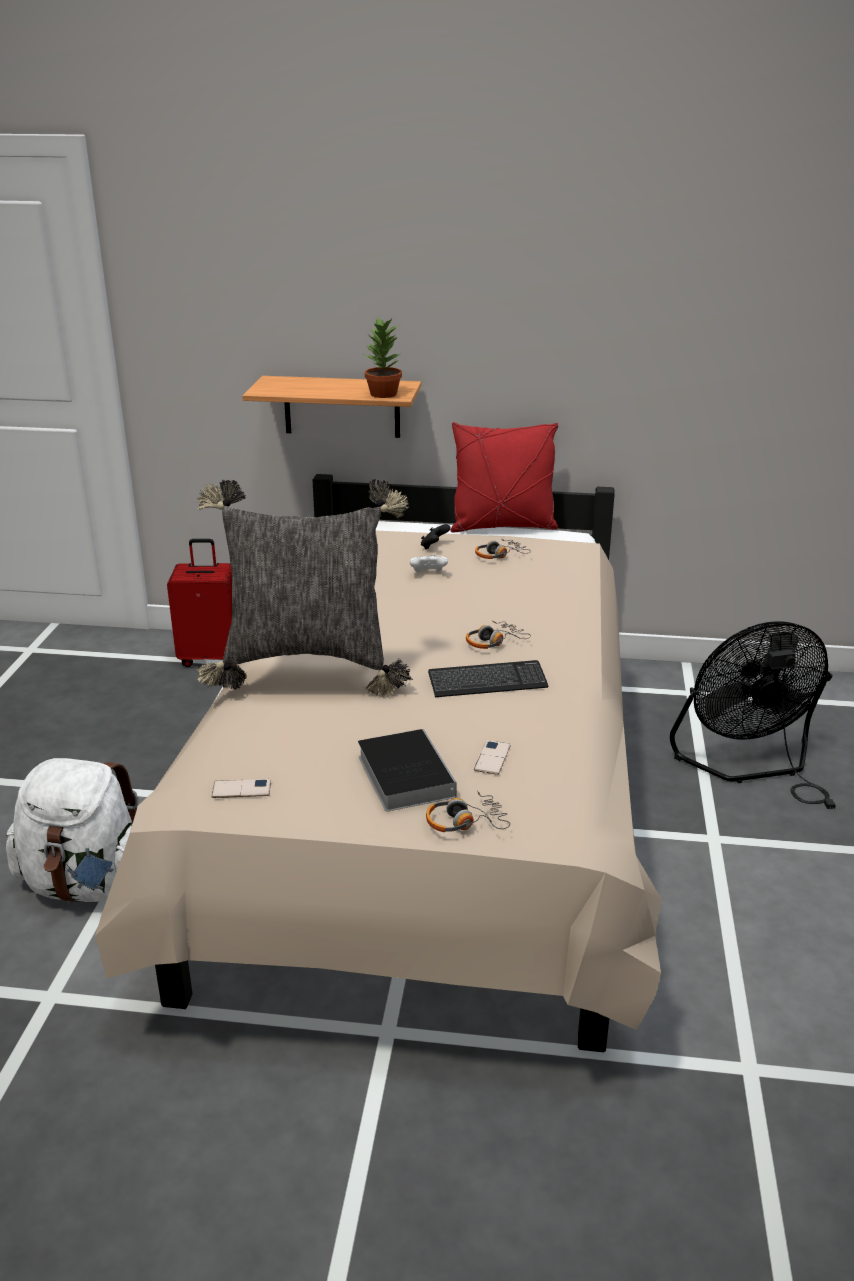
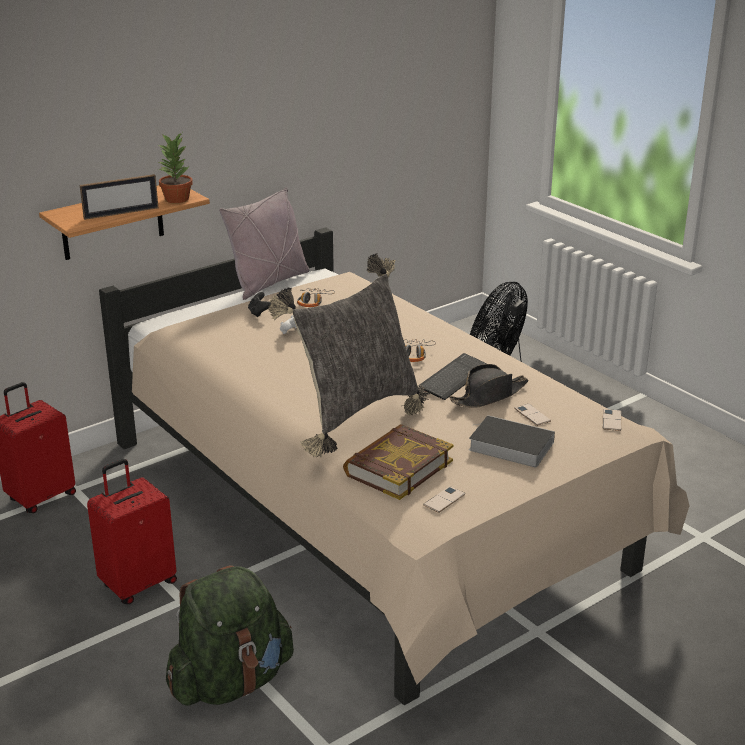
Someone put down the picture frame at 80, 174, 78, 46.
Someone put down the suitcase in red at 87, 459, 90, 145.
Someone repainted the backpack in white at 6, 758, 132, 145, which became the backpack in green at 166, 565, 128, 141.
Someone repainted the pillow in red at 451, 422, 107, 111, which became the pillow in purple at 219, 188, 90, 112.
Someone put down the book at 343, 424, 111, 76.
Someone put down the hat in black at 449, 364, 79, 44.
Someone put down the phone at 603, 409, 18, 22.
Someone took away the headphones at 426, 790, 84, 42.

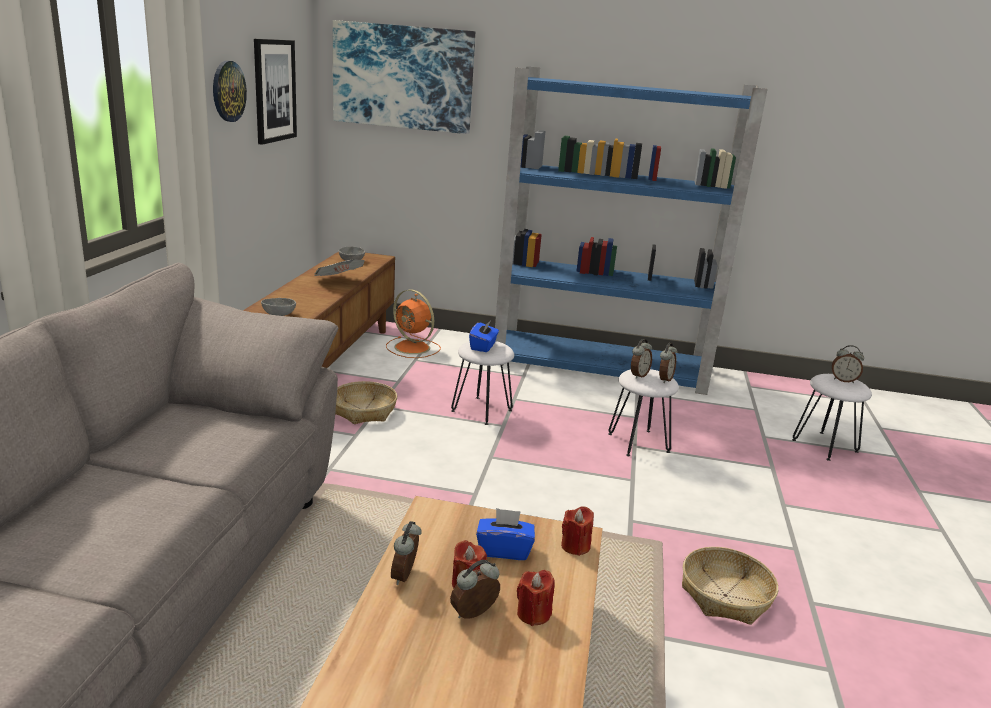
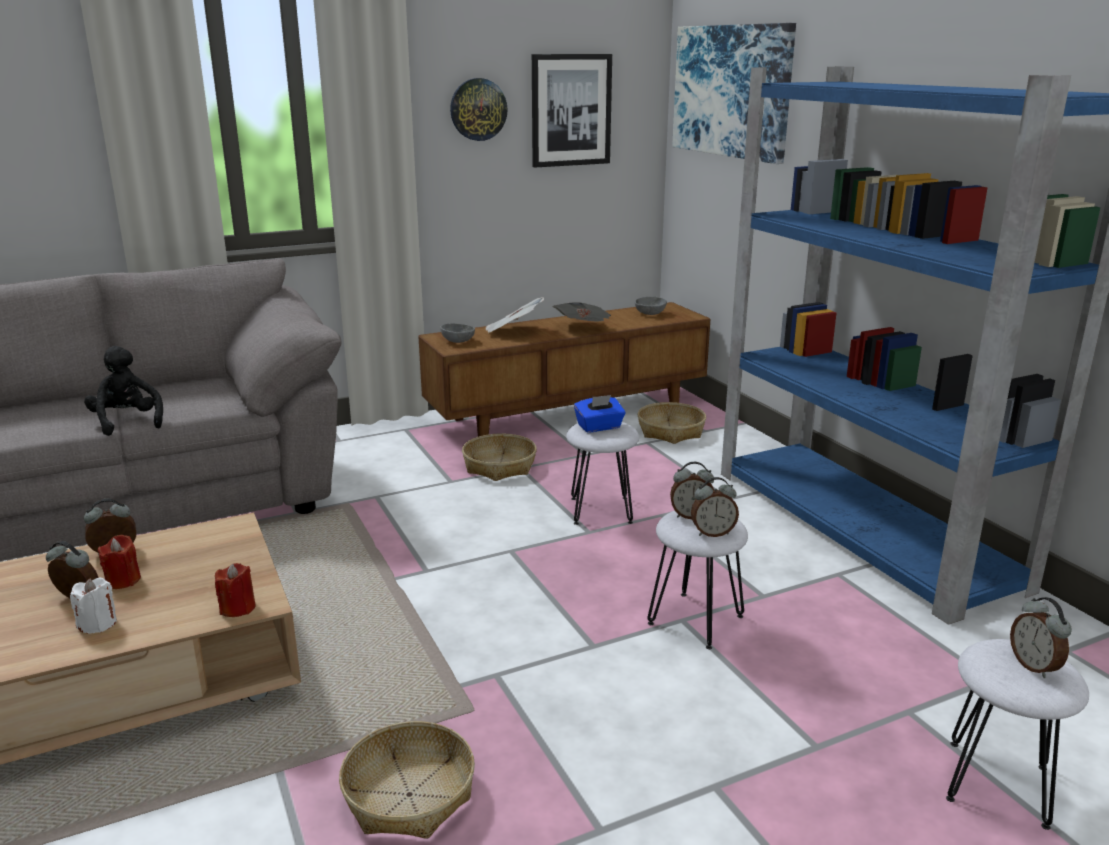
Someone repainted the candle in red at 517, 570, 38, 56, which became the candle in white at 70, 578, 47, 55.
Someone put down the plush toy in black at 84, 346, 79, 90.
Someone put down the newspaper at 485, 297, 59, 36.
Someone swapped the fan in orange at 386, 289, 55, 69 for the basket at 638, 402, 68, 42.
Someone took away the tissue box in blue at 476, 508, 59, 52.

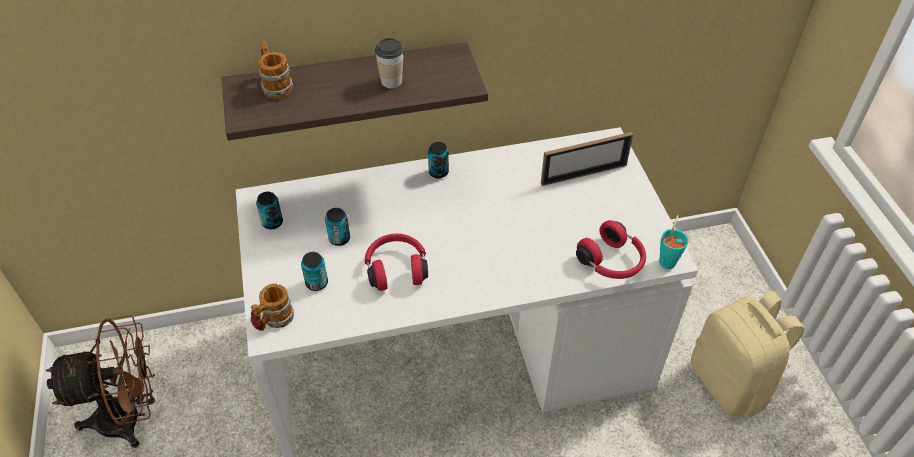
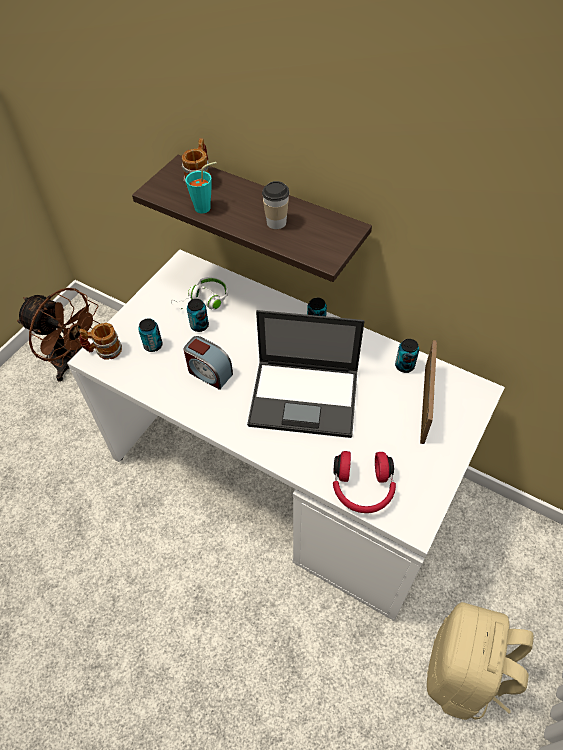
Someone put down the headphones in white at 171, 277, 57, 33.
Someone swapped the headphones in red at 365, 234, 63, 57 for the alarm clock at 184, 336, 49, 54.
Someone carried the cup in turquoise from 659, 215, 30, 54 to 185, 162, 32, 51.
Someone put down the laptop at 247, 310, 118, 128.
Someone carried the can from 256, 192, 27, 37 to 395, 339, 24, 34.
Someone rotated the picture frame at 541, 132, 92, 54 by 105 degrees counterclockwise.

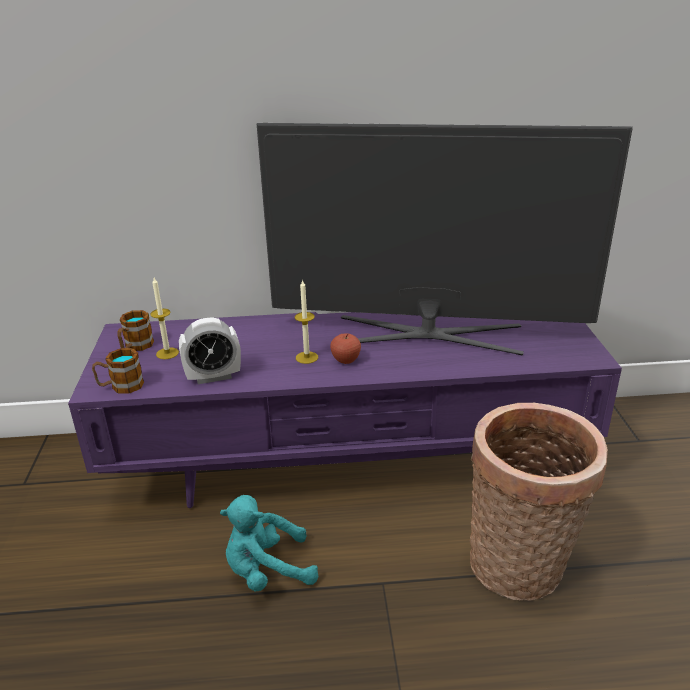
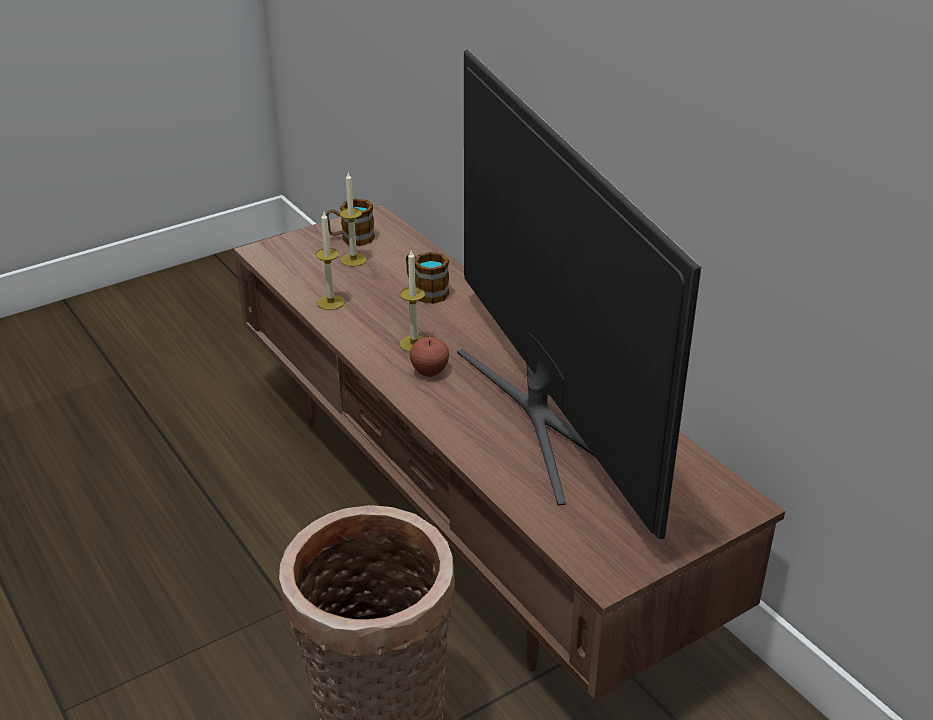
Someone repainted the tv stand in purple at 68, 312, 554, 196, which became the tv stand in brown at 234, 204, 551, 496.
Someone swapped the alarm clock at 179, 317, 62, 67 for the candle at 315, 212, 30, 98.
Someone carried the mug from 92, 348, 52, 45 to 406, 252, 43, 52.
Someone took away the plush toy in turquoise at 220, 495, 99, 96.

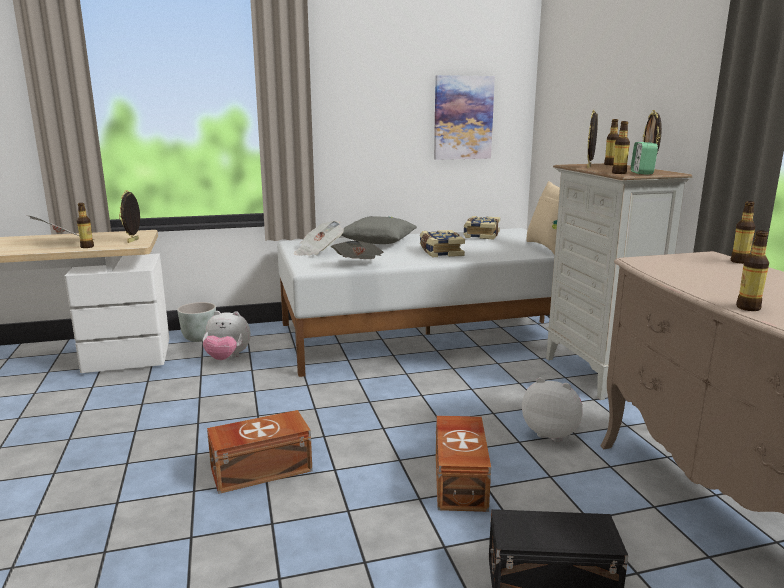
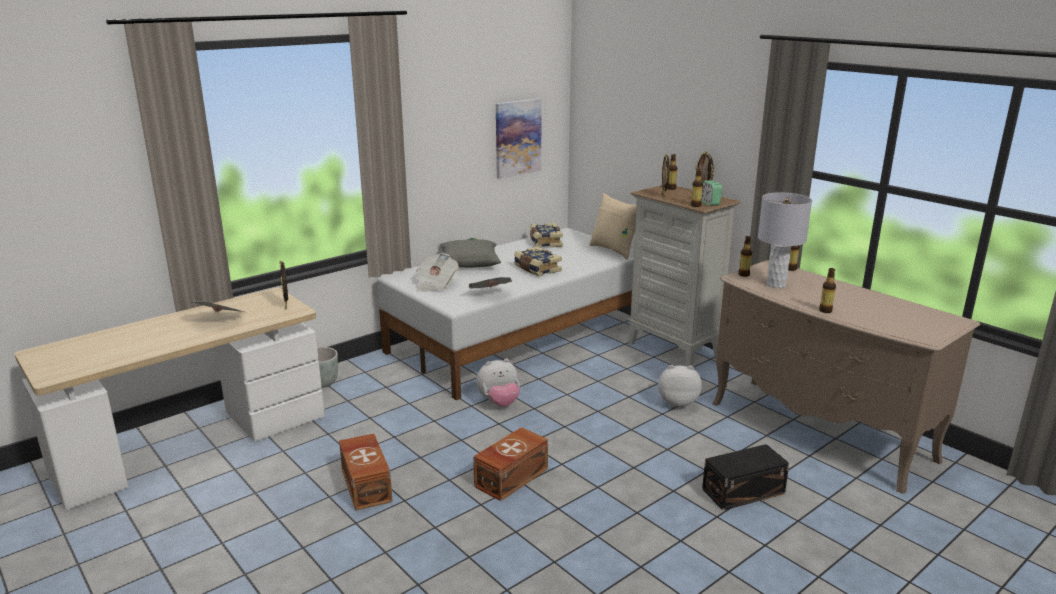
Someone carried the storage box in brown from 436, 416, 55, 96 to 339, 434, 54, 77.
Someone carried the plush toy from 203, 311, 48, 49 to 477, 358, 43, 49.
Someone carried the bottle from 77, 203, 17, 45 to 738, 236, 14, 41.
Someone put down the table lamp in grey at 758, 192, 54, 96.

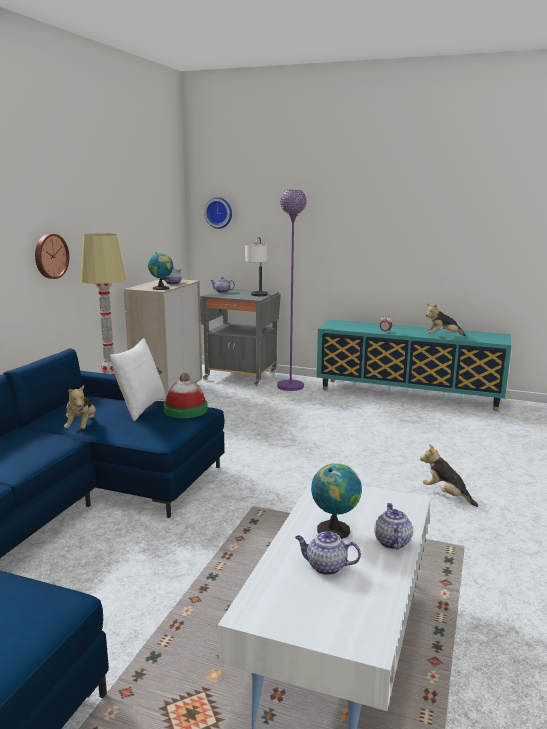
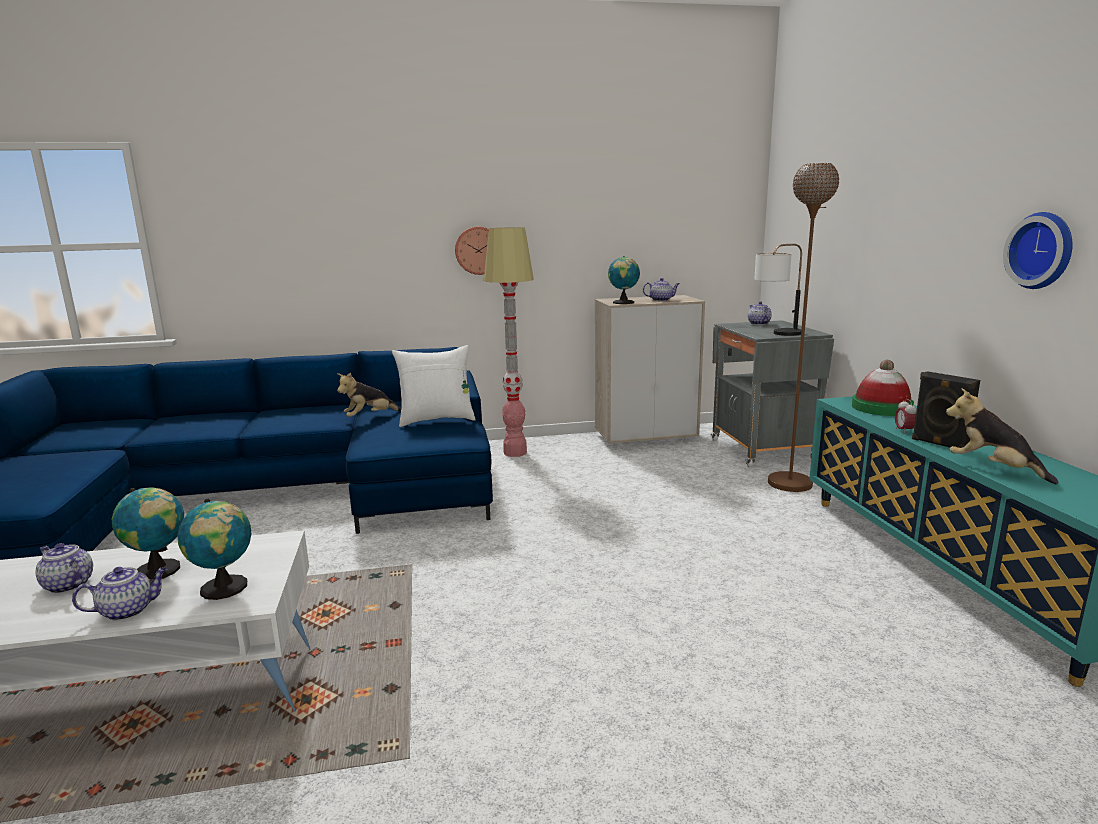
Someone rotated the teapot at 295, 531, 66, 44 by 45 degrees counterclockwise.
Someone put down the globe at 178, 498, 73, 102.
Someone repainted the floor lamp in purple at 277, 190, 29, 201, which became the floor lamp in brown at 768, 163, 71, 329.
Someone carried the hat from 164, 373, 44, 45 to 852, 360, 62, 56.
Someone put down the speaker in black at 912, 371, 68, 77.
Someone carried the wall clock from 204, 197, 28, 32 to 1003, 212, 70, 77.
Someone took away the plush toy at 420, 444, 58, 63.

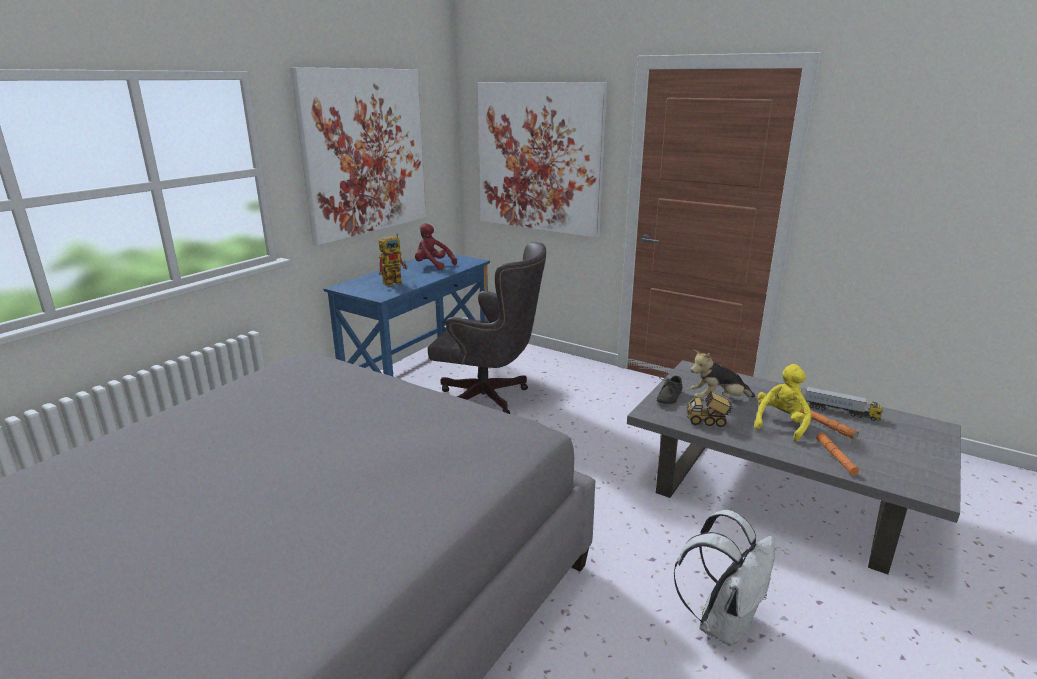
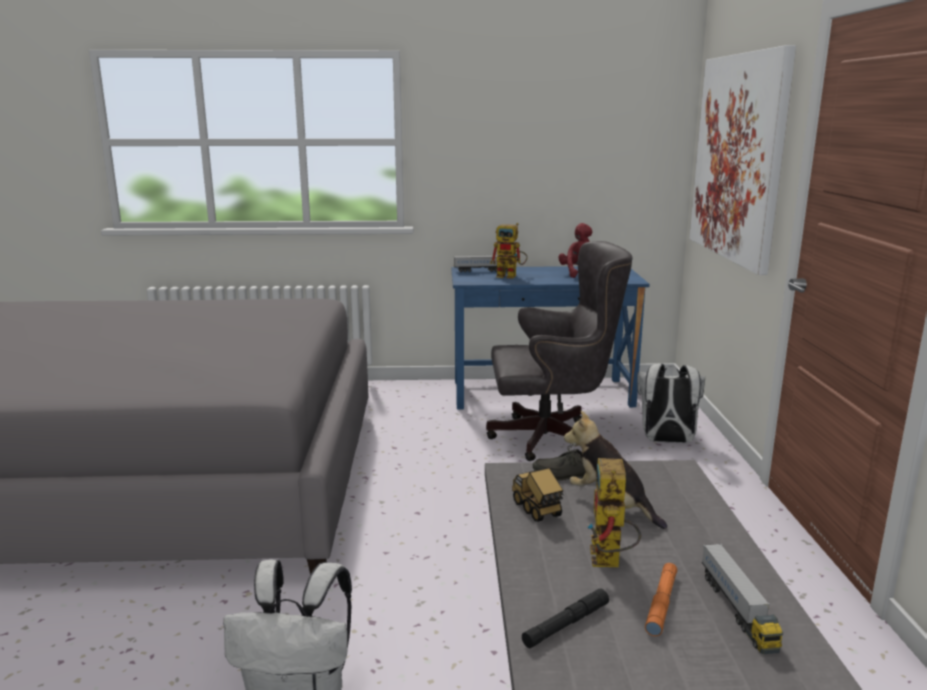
Someone put down the toy truck at 454, 256, 54, 16.
Someone rotated the office chair in grey at 428, 242, 118, 172 by 75 degrees counterclockwise.
Someone repainted the flashlight in orange at 816, 433, 43, 42, which became the flashlight in black at 522, 588, 87, 60.
Someone swapped the plush toy in yellow at 754, 364, 58, 77 for the toy robot at 587, 458, 54, 109.
Someone put down the backpack in white at 637, 363, 68, 80.
Someone took away the picture at 291, 67, 135, 178.

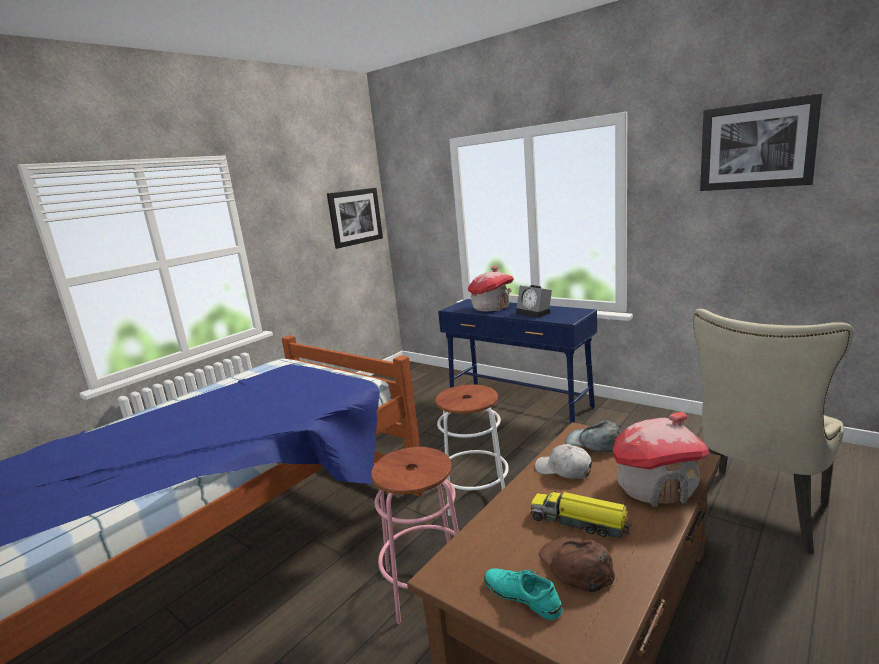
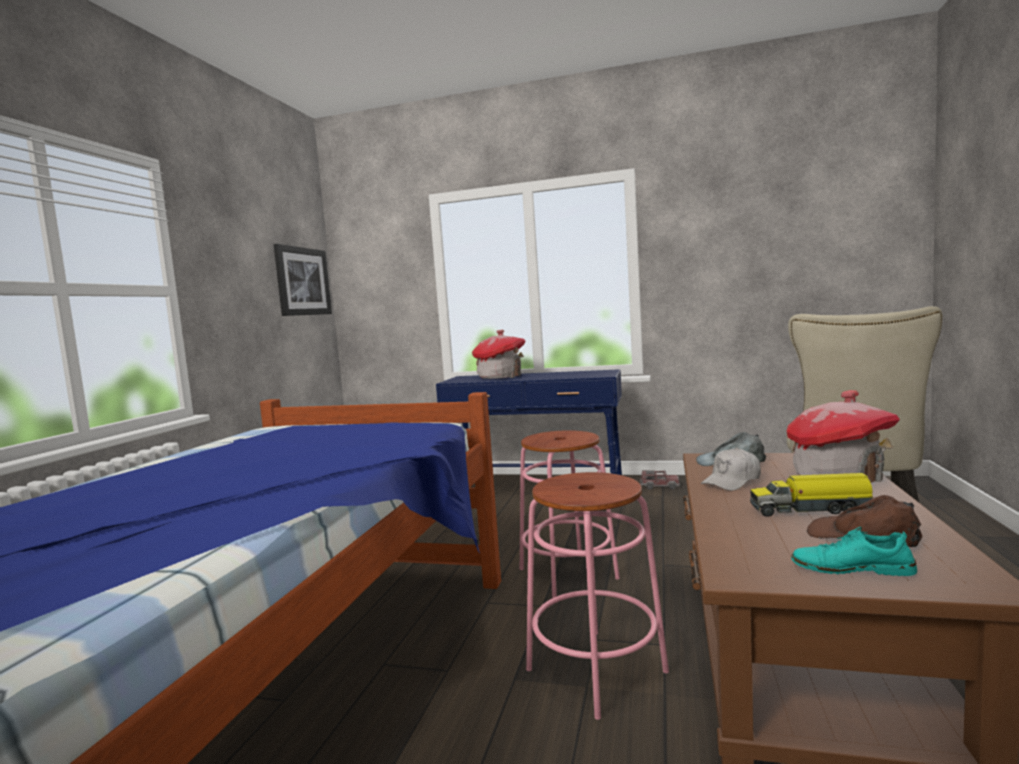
Someone repainted the stool in white at 435, 385, 74, 131, which became the stool in pink at 520, 430, 100, 168.
Someone put down the toy truck at 640, 470, 40, 19.
Someone rotated the cap in white at 535, 444, 57, 35 by 45 degrees counterclockwise.
Someone took away the alarm clock at 516, 285, 36, 33.
Someone took away the picture at 700, 93, 122, 98.

